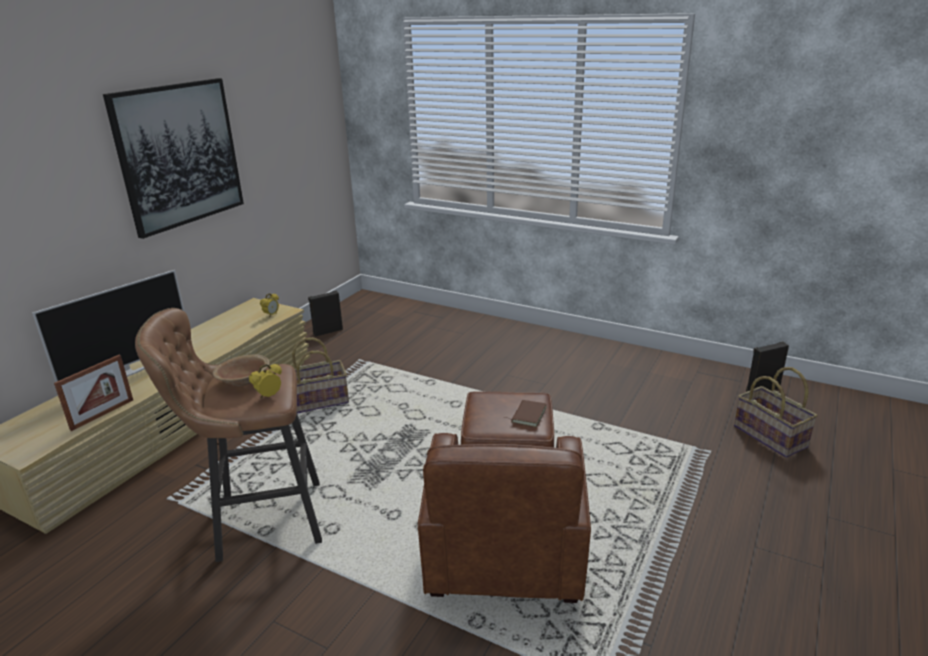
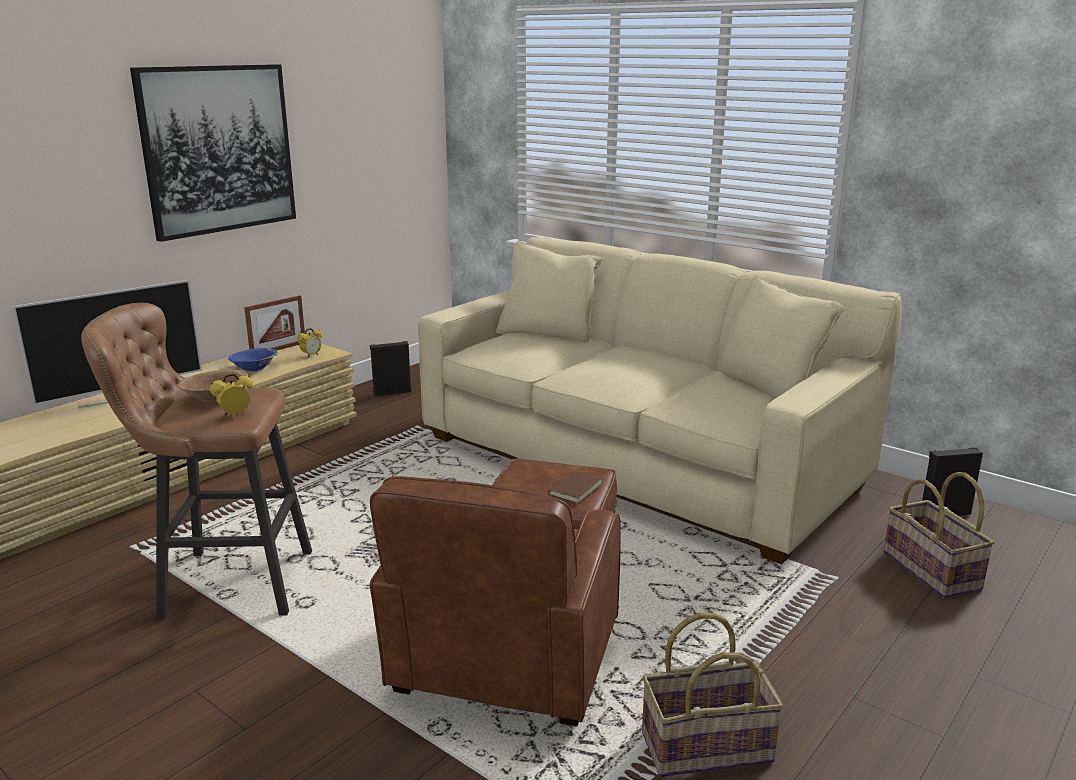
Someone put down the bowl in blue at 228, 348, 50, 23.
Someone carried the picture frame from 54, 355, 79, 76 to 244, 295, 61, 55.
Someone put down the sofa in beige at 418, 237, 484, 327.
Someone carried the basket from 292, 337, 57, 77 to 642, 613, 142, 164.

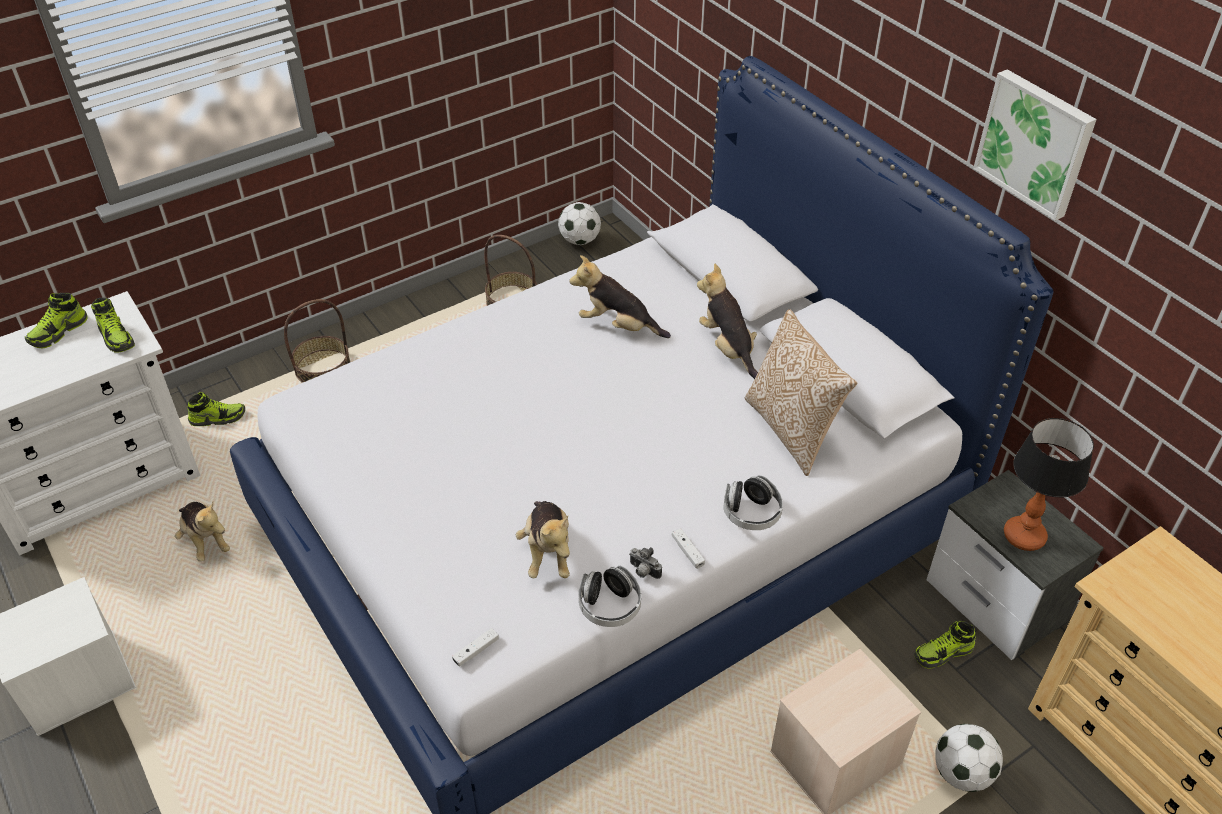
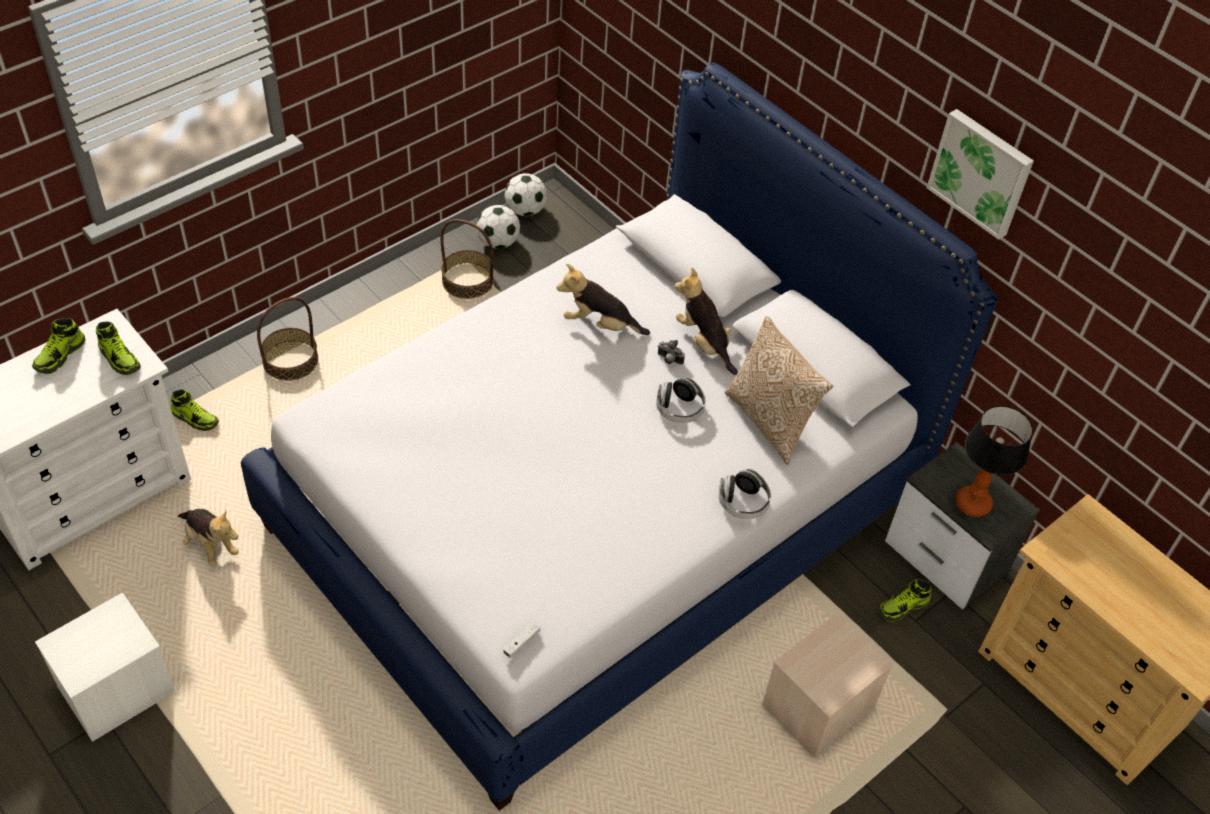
Someone rotated the shoe at 188, 392, 57, 34 by 45 degrees clockwise.
Someone carried the football from 935, 724, 68, 68 to 477, 205, 43, 44.
Someone carried the headphones from 579, 566, 62, 61 to 656, 377, 50, 46.
Someone carried the photo camera from 629, 547, 33, 32 to 658, 340, 27, 25.
Someone took away the plush toy at 516, 501, 54, 78.
Someone took away the game controller in white at 671, 528, 34, 41.

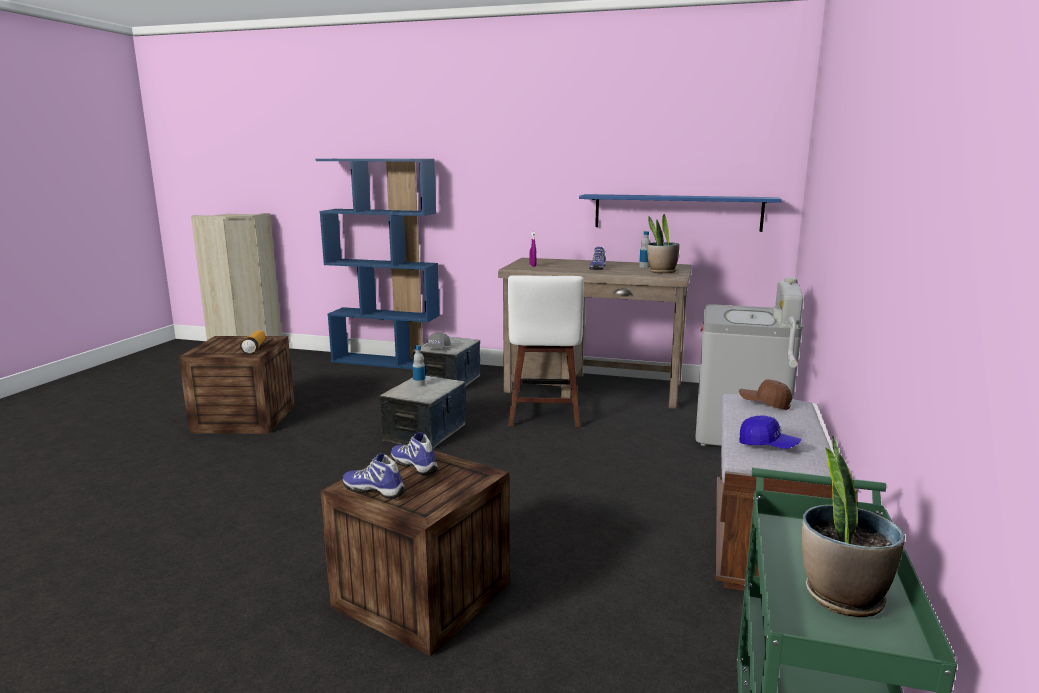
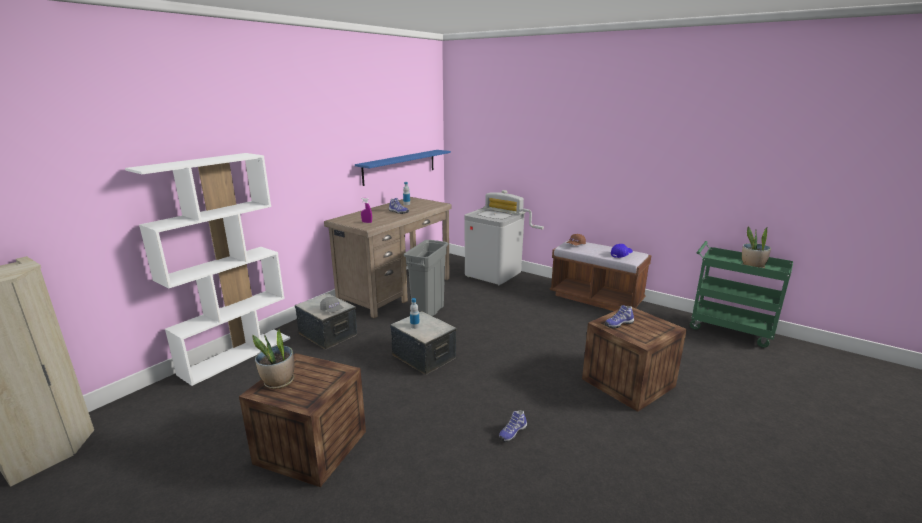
Someone repainted the bookcase in blue at 316, 159, 124, 210, which became the bookcase in white at 125, 153, 165, 233.
Someone carried the potted plant from 647, 214, 33, 60 to 252, 328, 43, 61.
Someone swapped the stool in white at 508, 275, 76, 152 for the trash can in grey at 404, 240, 44, 76.
Someone carried the shoe from 342, 454, 63, 45 to 499, 410, 28, 32.
Someone took away the flashlight at 240, 330, 25, 24.

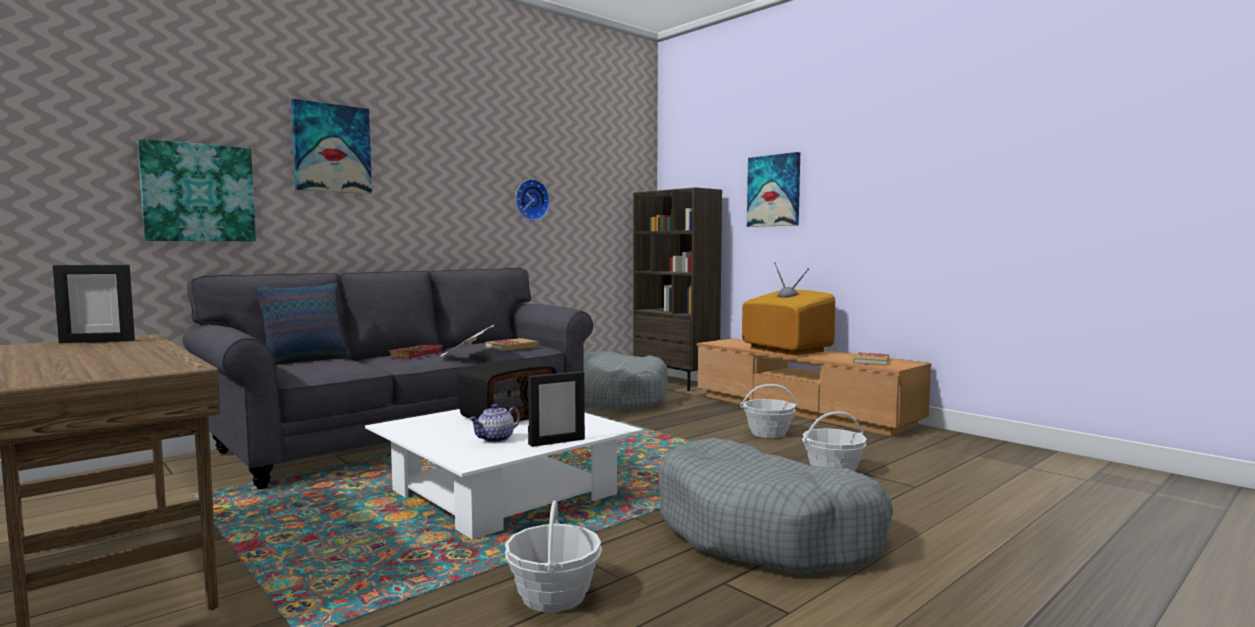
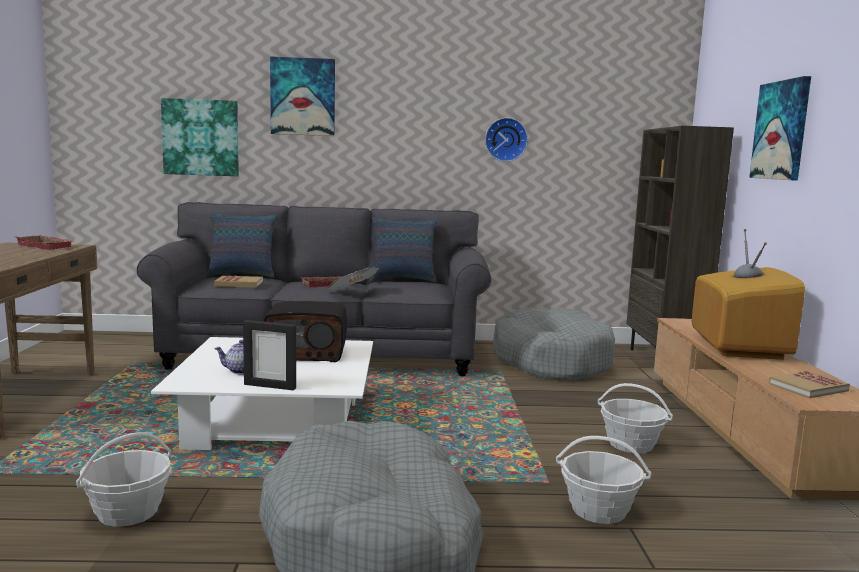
Someone swapped the picture frame at 53, 265, 82, 78 for the tray in red at 15, 235, 58, 15.
Someone carried the book from 486, 338, 53, 13 to 214, 275, 49, 13.
Someone put down the pillow in blue at 371, 217, 66, 66.

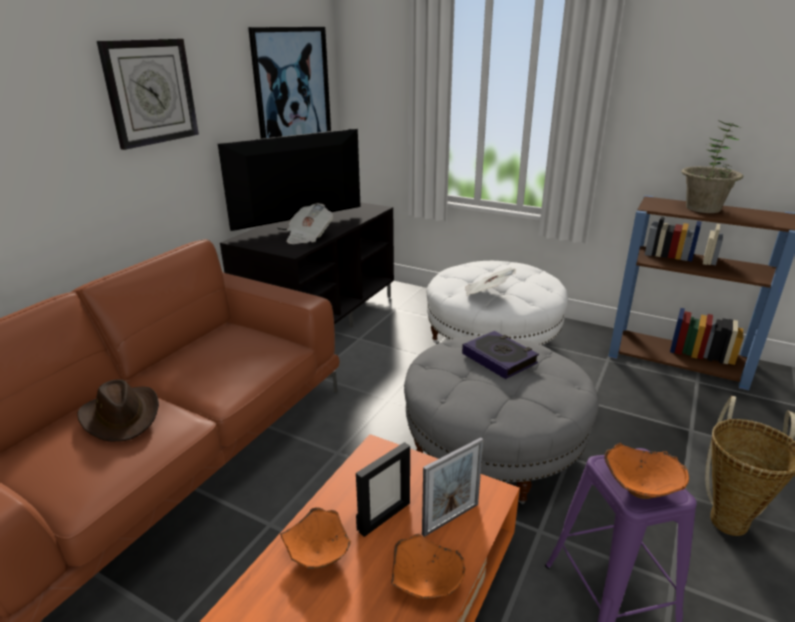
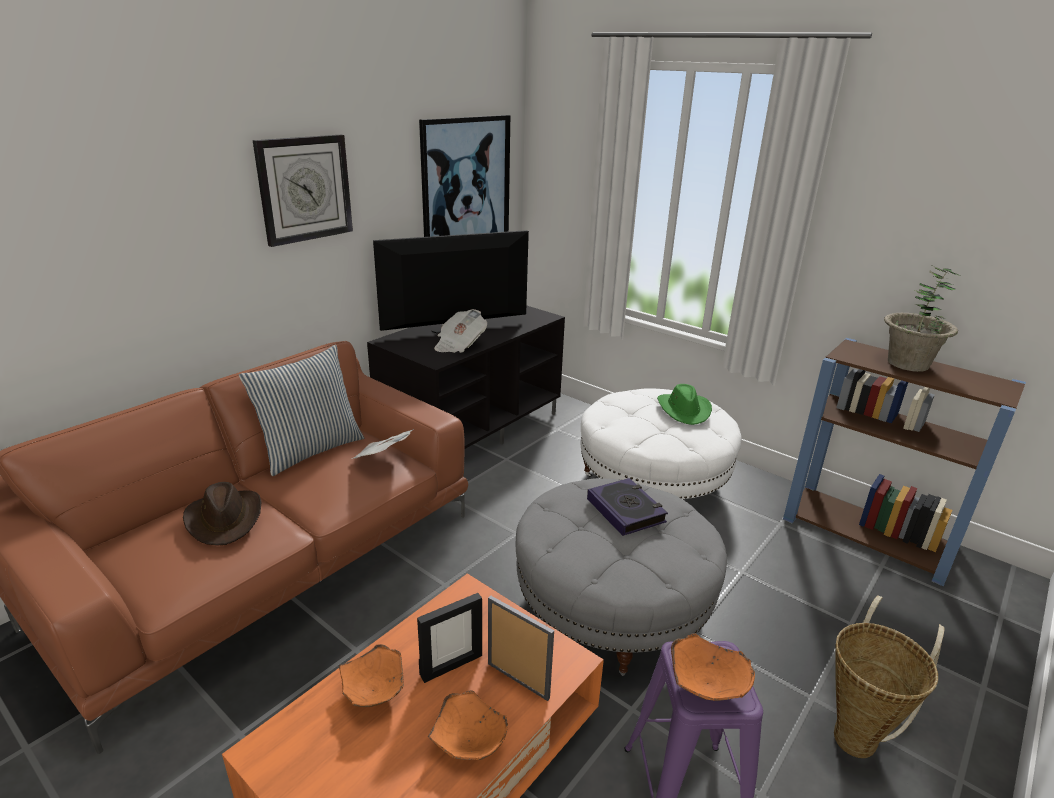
Someone put down the pillow at 239, 345, 125, 131.
Someone carried the newspaper from 465, 267, 51, 29 to 352, 429, 62, 30.
Someone rotated the picture frame at 422, 437, 61, 100 by 120 degrees counterclockwise.
Someone put down the hat in green at 657, 384, 55, 41.

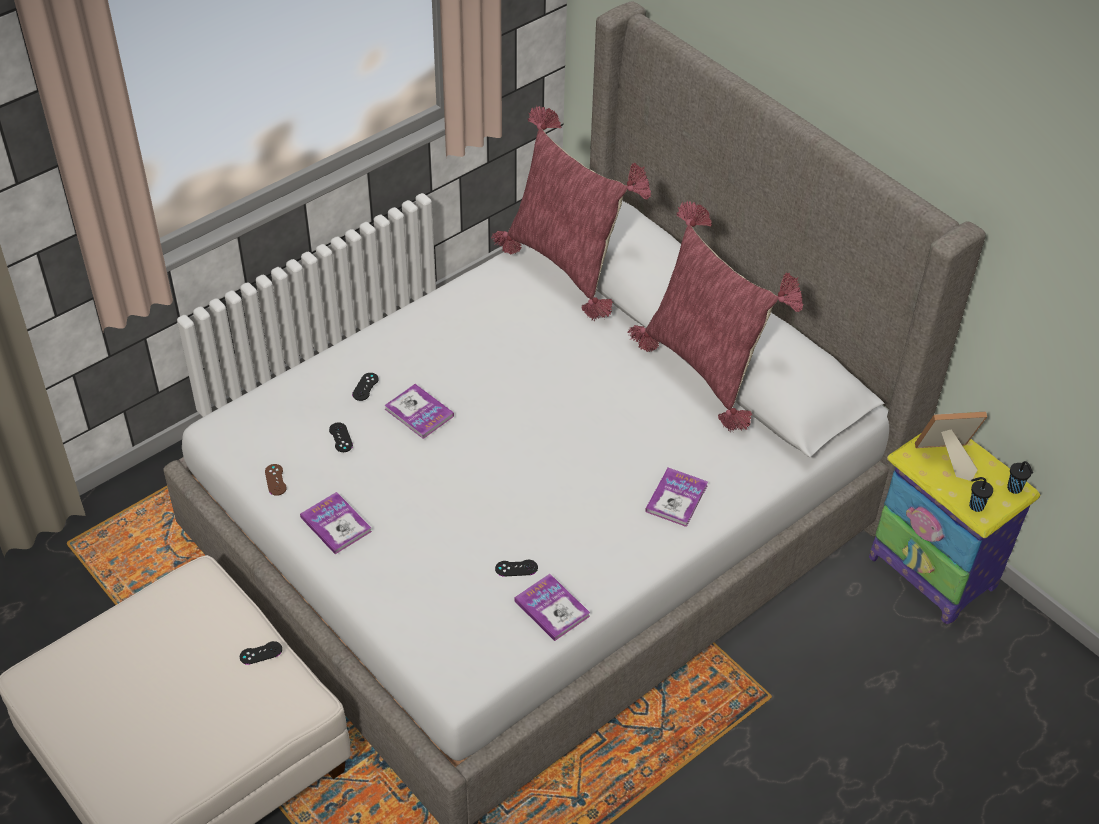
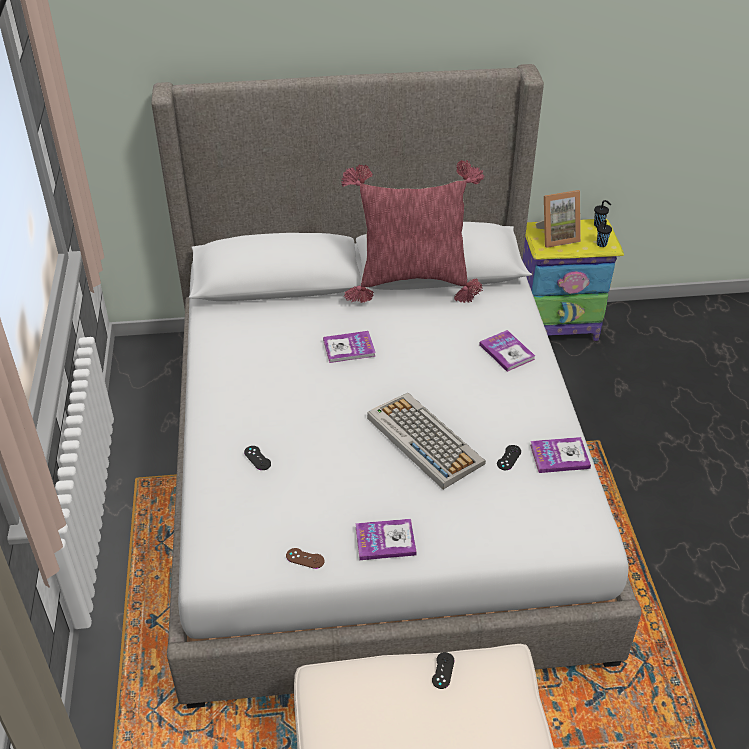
Someone carried the book from 384, 384, 70, 55 to 323, 331, 53, 32.
Someone put down the keyboard at 367, 393, 119, 96.
Someone rotated the picture frame at 915, 412, 72, 69 by 135 degrees counterclockwise.
Someone took away the game controller in black at 329, 423, 24, 29.
Someone took away the pillow in red at 491, 106, 160, 215.

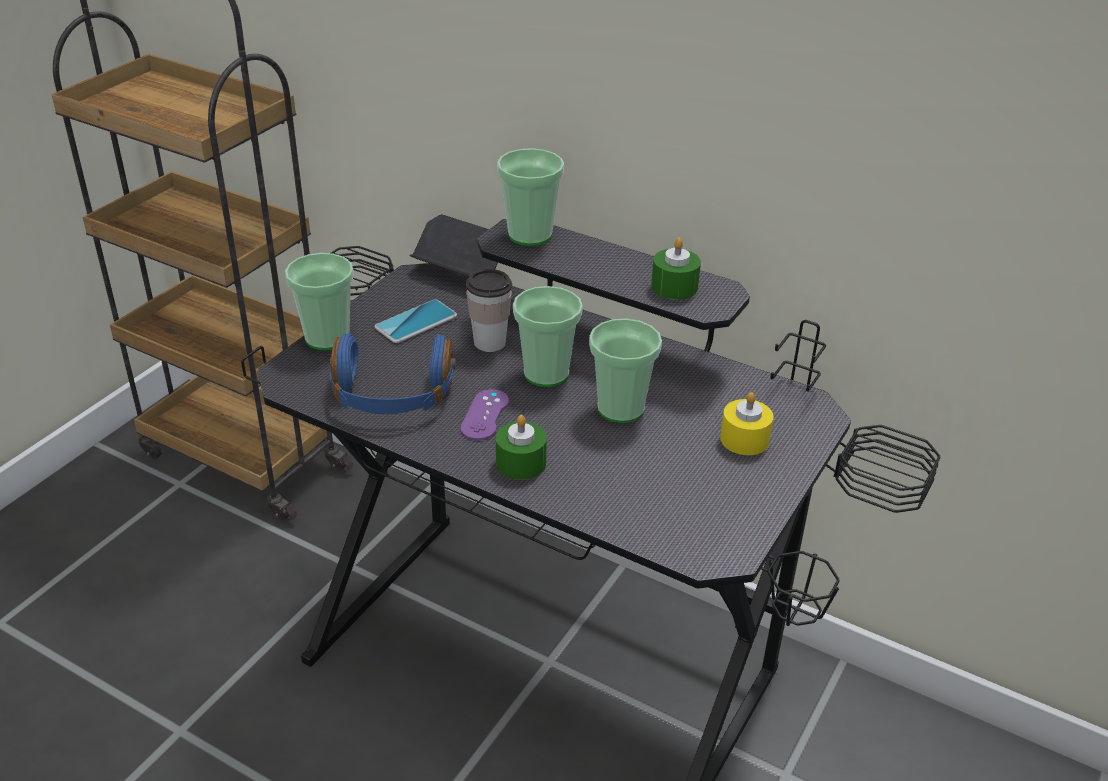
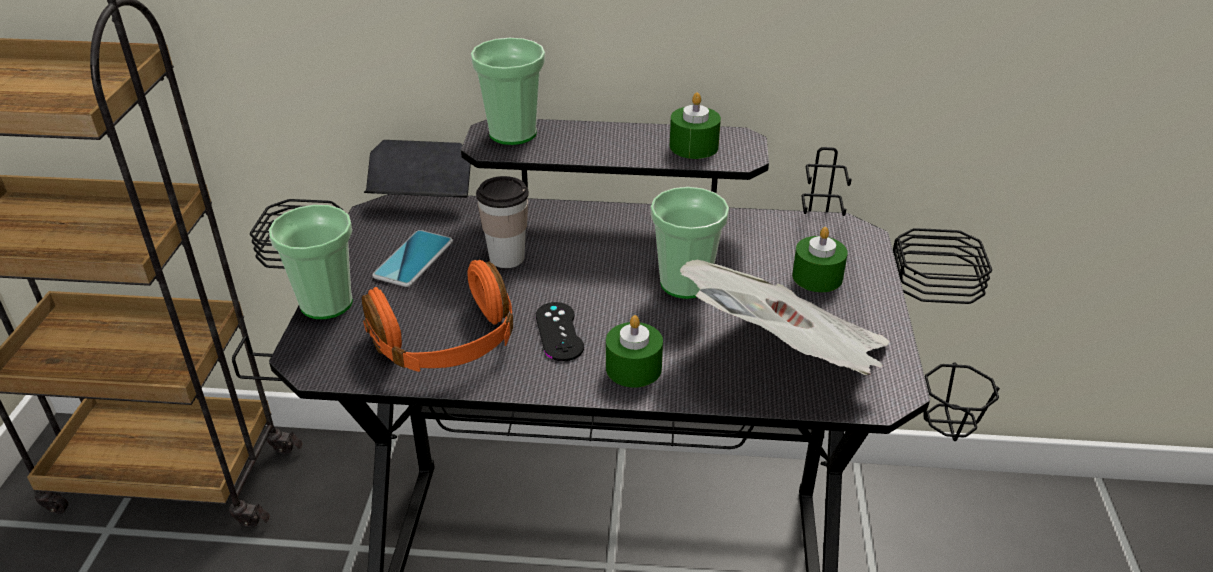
Someone repainted the headphones in blue at 330, 333, 126, 81, which became the headphones in orange at 362, 260, 151, 112.
Someone repainted the game controller in purple at 460, 389, 49, 51, which became the game controller in black at 536, 302, 48, 59.
Someone put down the newspaper at 680, 260, 210, 115.
Someone repainted the candle in yellow at 720, 392, 54, 63, which became the candle in green at 792, 227, 56, 65.
Someone took away the cup at 513, 286, 70, 101.

